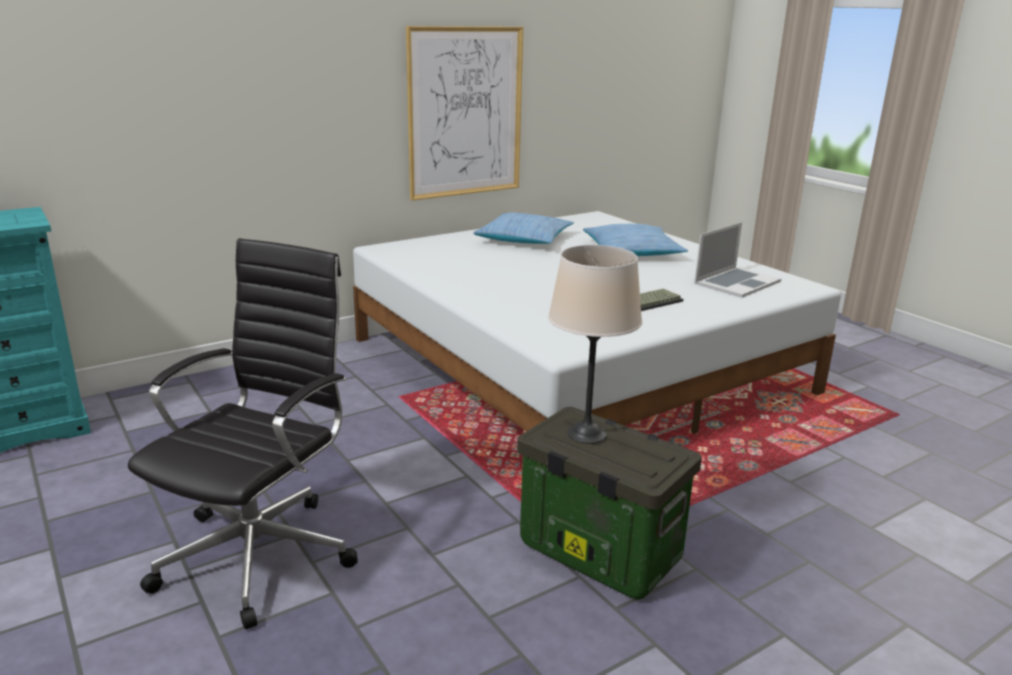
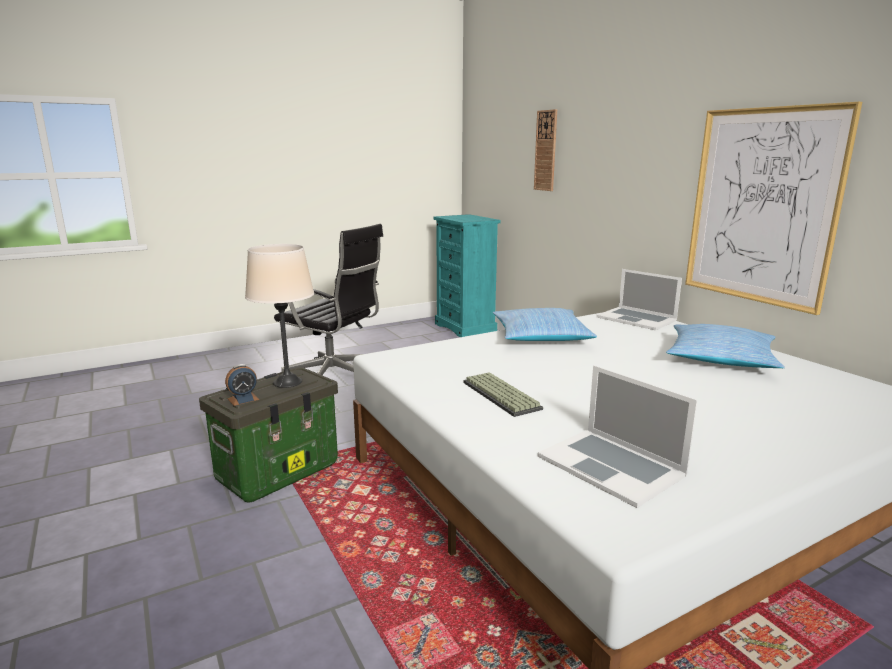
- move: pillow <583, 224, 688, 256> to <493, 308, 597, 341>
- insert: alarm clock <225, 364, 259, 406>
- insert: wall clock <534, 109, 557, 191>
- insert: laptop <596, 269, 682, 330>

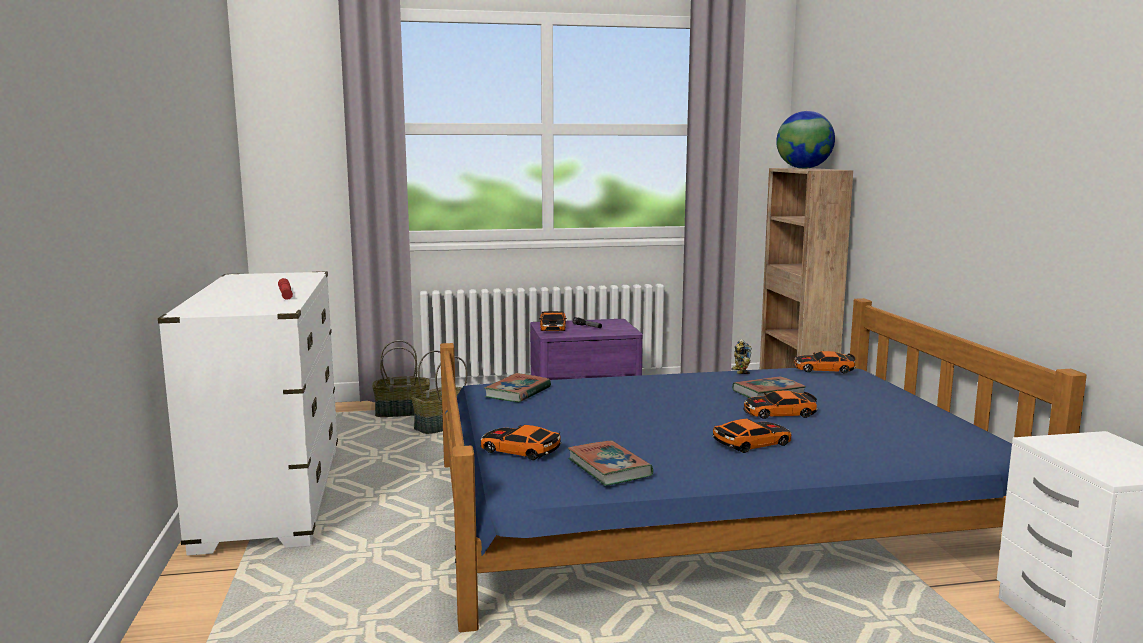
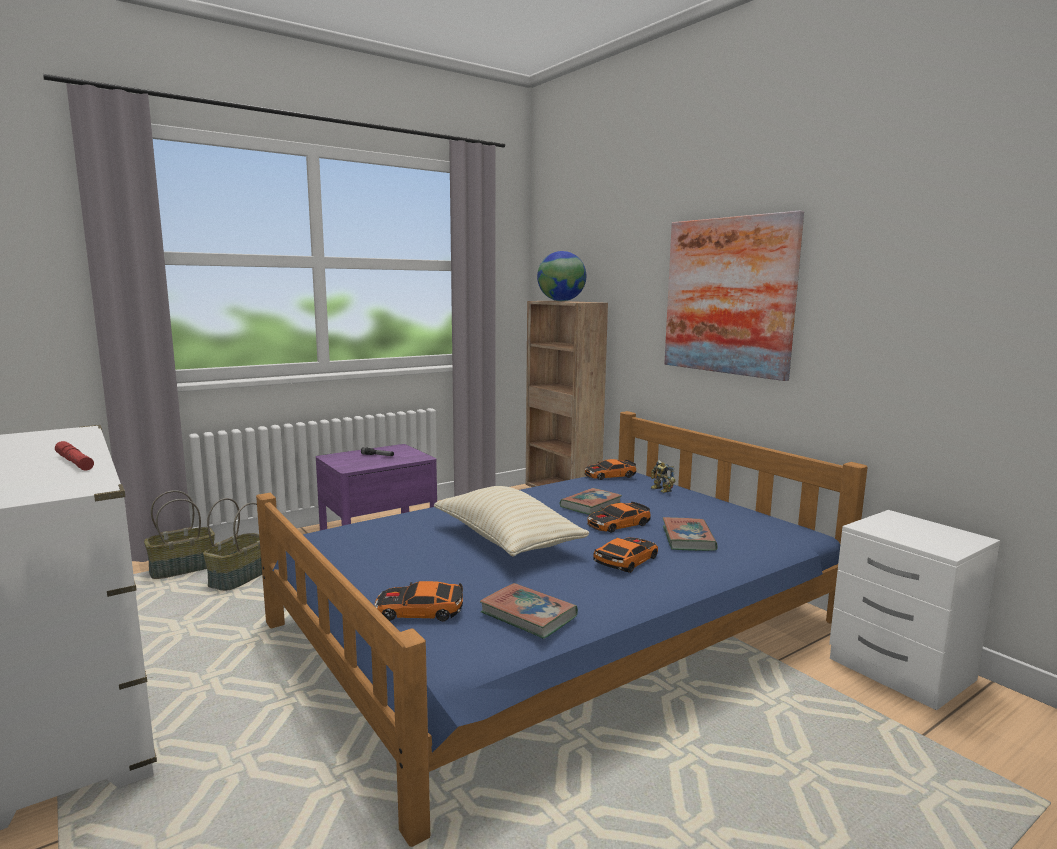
- move: book <484, 373, 551, 402> to <663, 517, 718, 551>
- delete: toy car <539, 311, 567, 331>
- move: toy robot <732, 339, 752, 374> to <651, 460, 676, 493>
- insert: beige pillow <434, 486, 590, 557>
- insert: picture <664, 211, 804, 381>

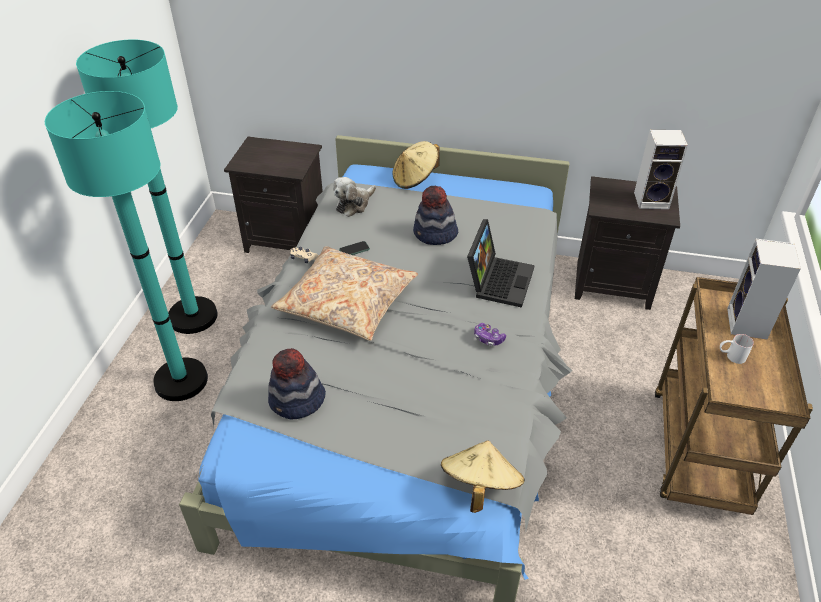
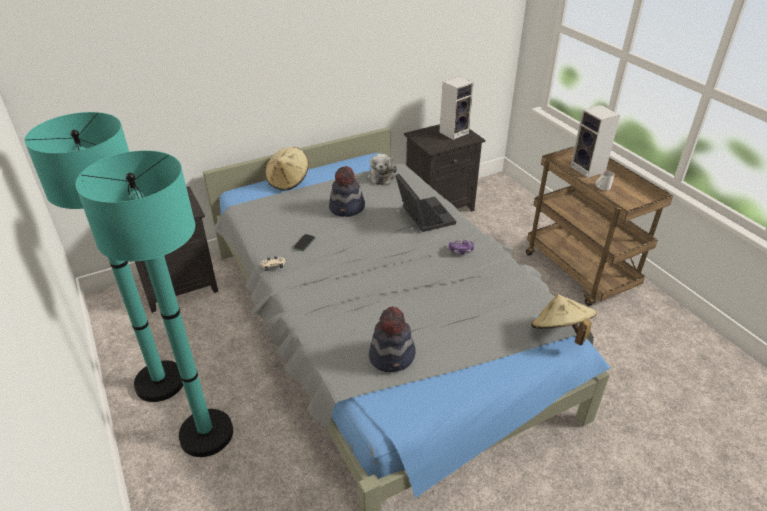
- delete: beige pillow <271, 246, 418, 341>
- move: plush toy <333, 177, 376, 217> to <368, 154, 397, 185>

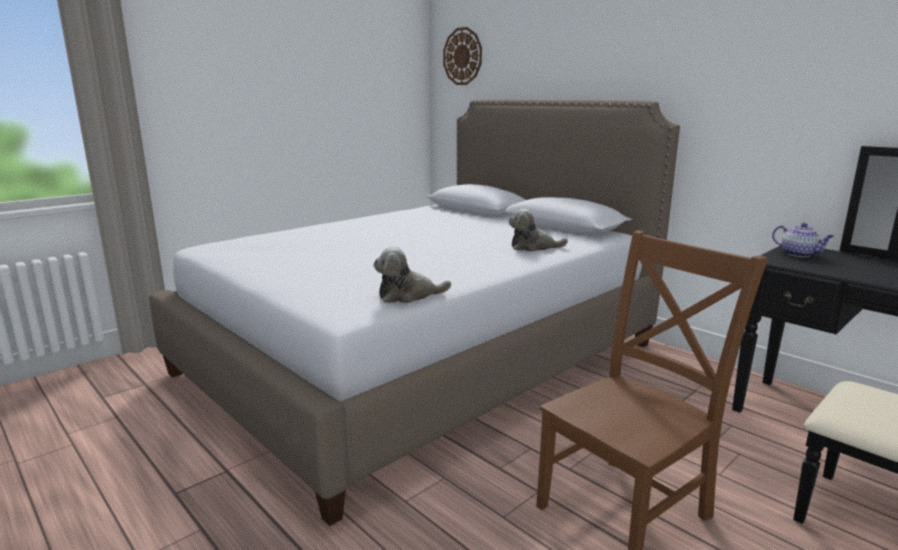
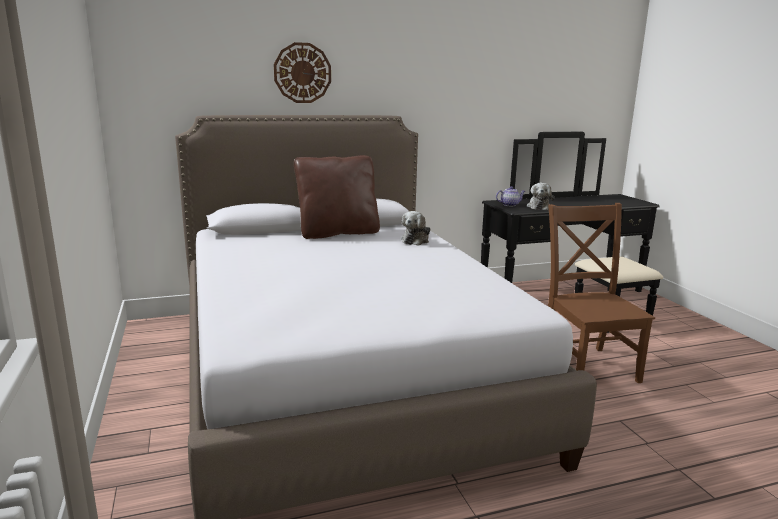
- move: plush toy <373, 246, 451, 303> to <527, 183, 554, 210>
- move: wall clock <443, 27, 482, 85> to <274, 42, 331, 103>
- insert: brown pillow <294, 155, 380, 239>

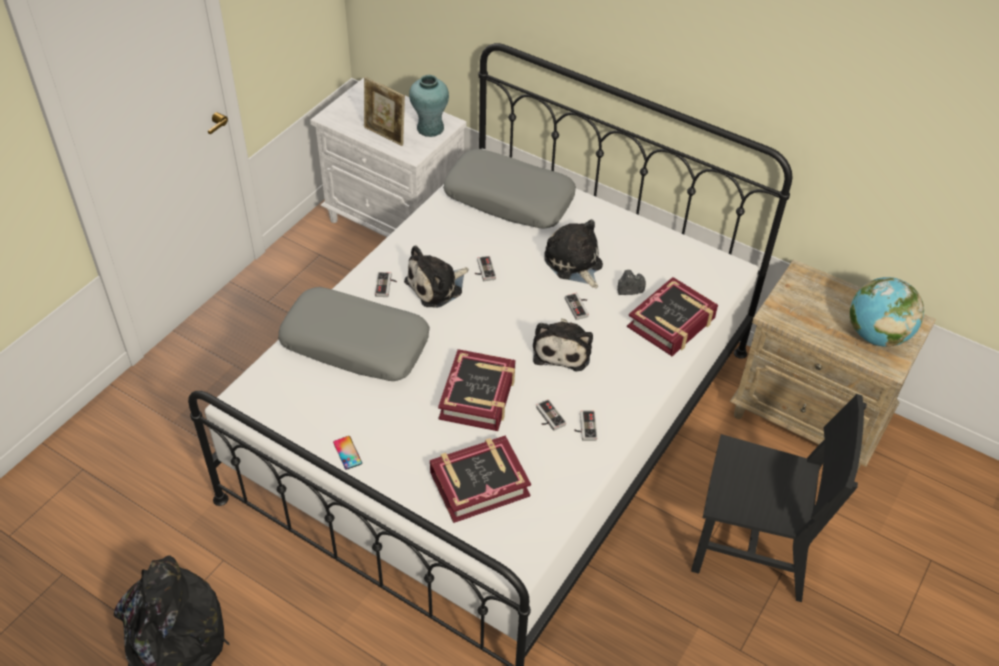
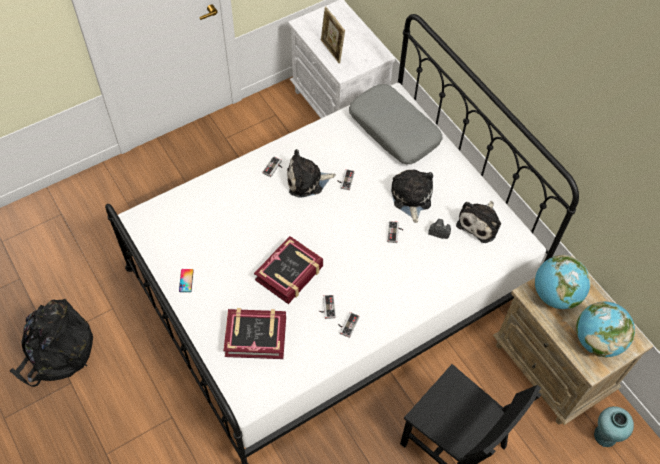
- delete: grey pillow <278, 287, 430, 381>
- move: turquoise vase <409, 75, 449, 137> to <594, 406, 634, 447>
- move: plush toy <533, 318, 593, 371> to <456, 201, 501, 243>
- delete: book <627, 277, 718, 356>
- insert: globe <535, 255, 591, 309>

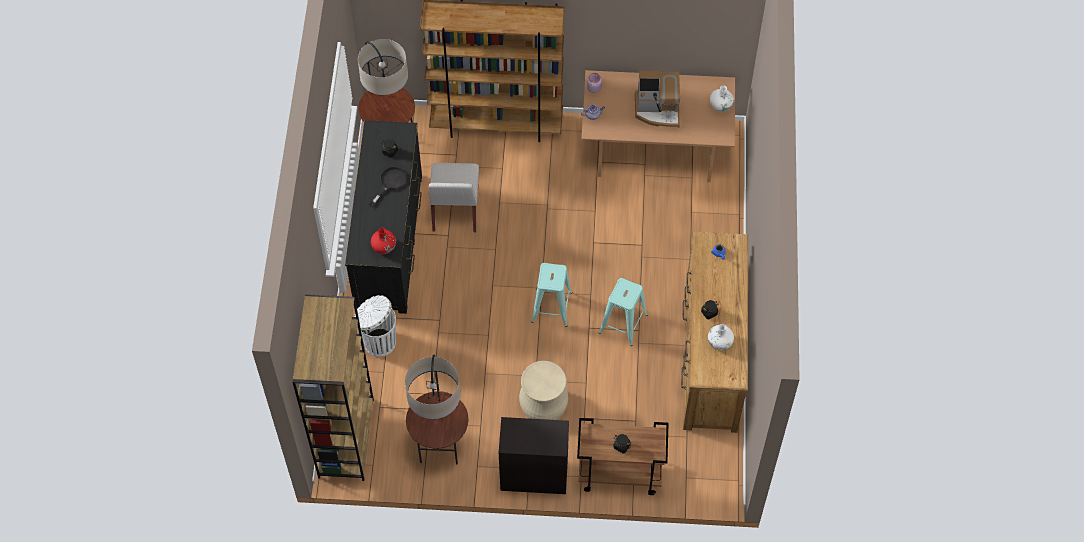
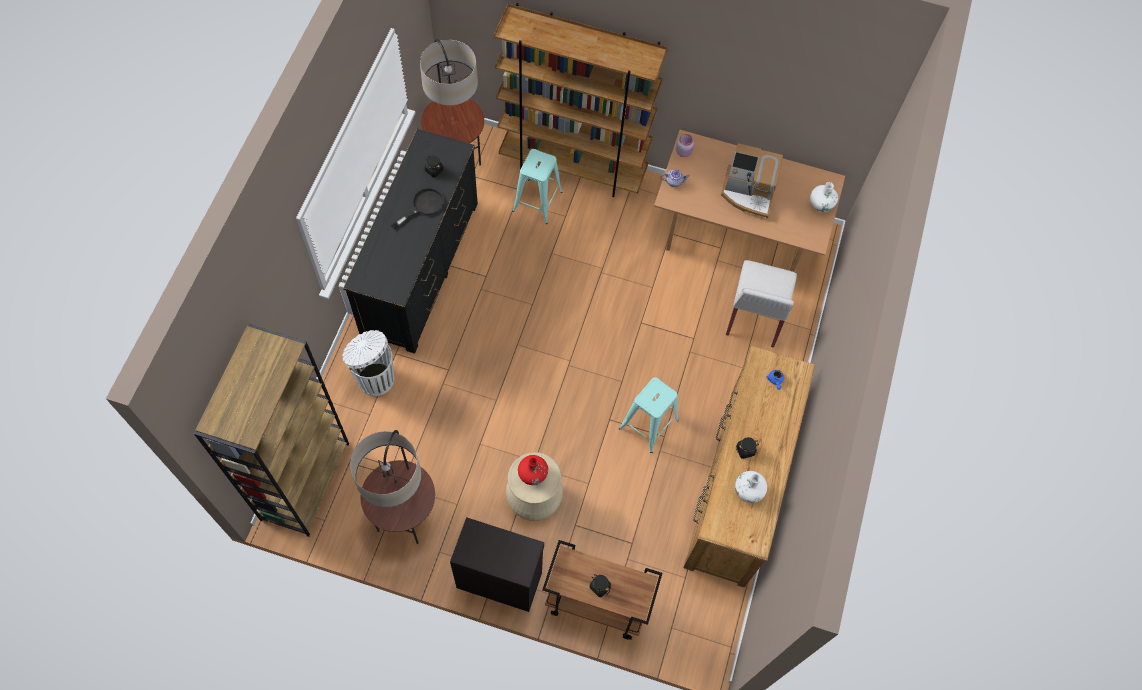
- move: red vase <371, 228, 396, 254> to <518, 455, 548, 485>
- move: white chair <429, 163, 479, 232> to <726, 260, 797, 348>
- move: turquoise stool <531, 263, 572, 327> to <512, 149, 563, 224>

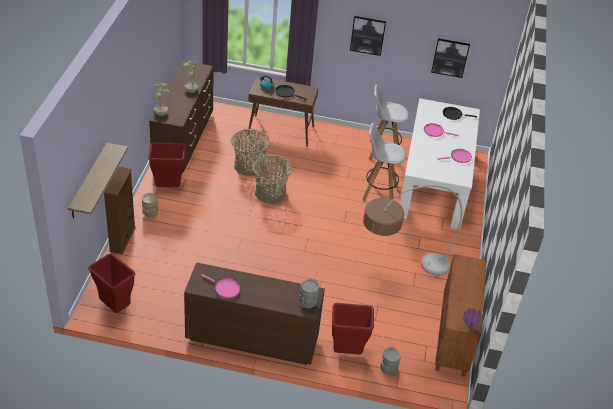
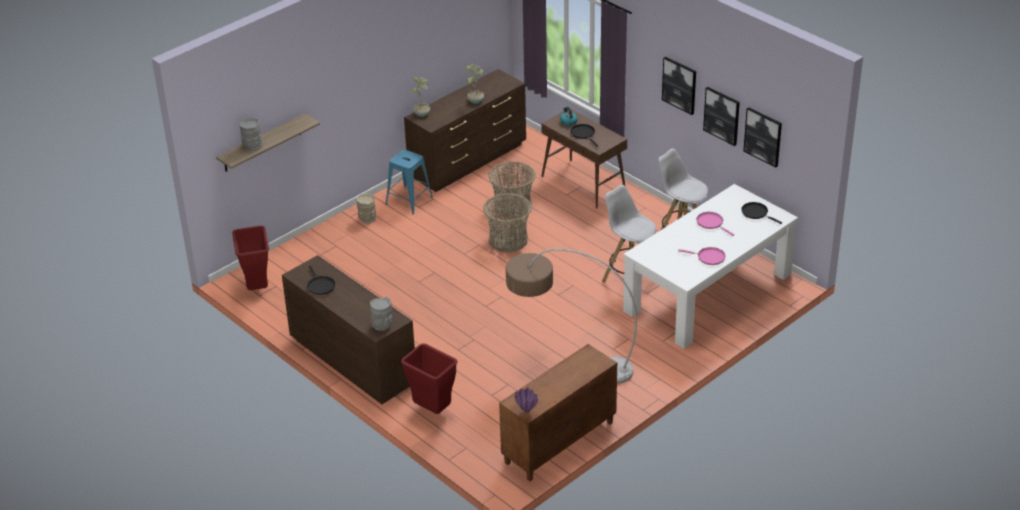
- delete: brown bookcase <104, 167, 136, 254>
- replace: red trash can <148, 142, 186, 187> to blue stool <386, 150, 433, 214>
- recolor: pink frying pan <201, 274, 241, 298> to black frying pan <307, 266, 335, 295>
- move: grey vase <380, 347, 401, 375> to <239, 118, 262, 151>
- insert: picture <703, 87, 740, 146>

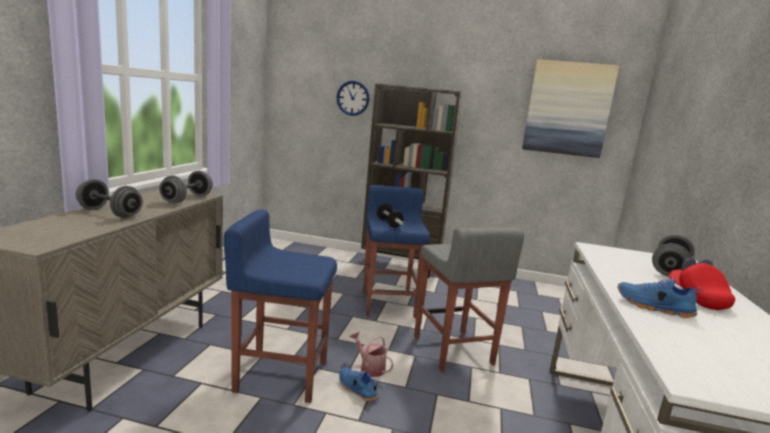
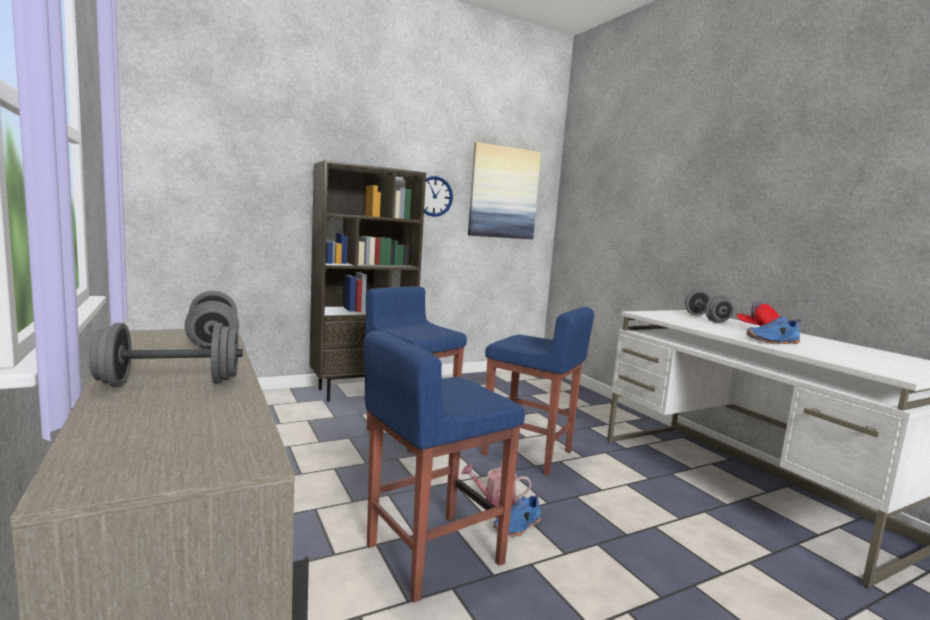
- move: wall clock <337, 81, 369, 116> to <424, 176, 453, 217>
- rotate: blue shoe <339, 367, 378, 401> = <493, 493, 541, 536> 45 degrees counterclockwise
- delete: dumbbell <377, 204, 404, 228>
- recolor: grey stool <414, 228, 524, 372> to blue stool <481, 307, 594, 476>

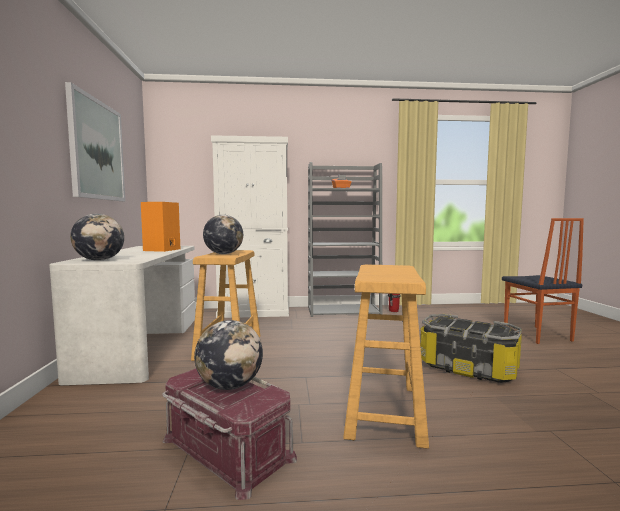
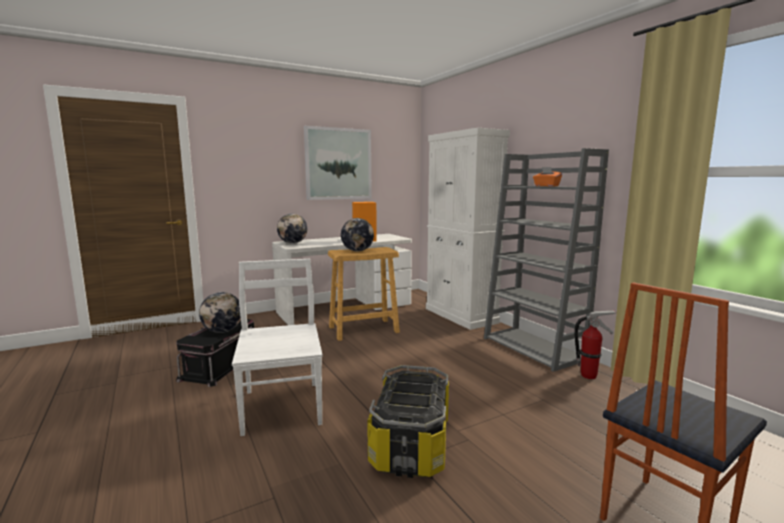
- recolor: red storage box <162, 368, 297, 500> to black storage box <176, 319, 254, 387>
- replace: beige stool <343, 264, 429, 449> to white chair <232, 259, 323, 436>

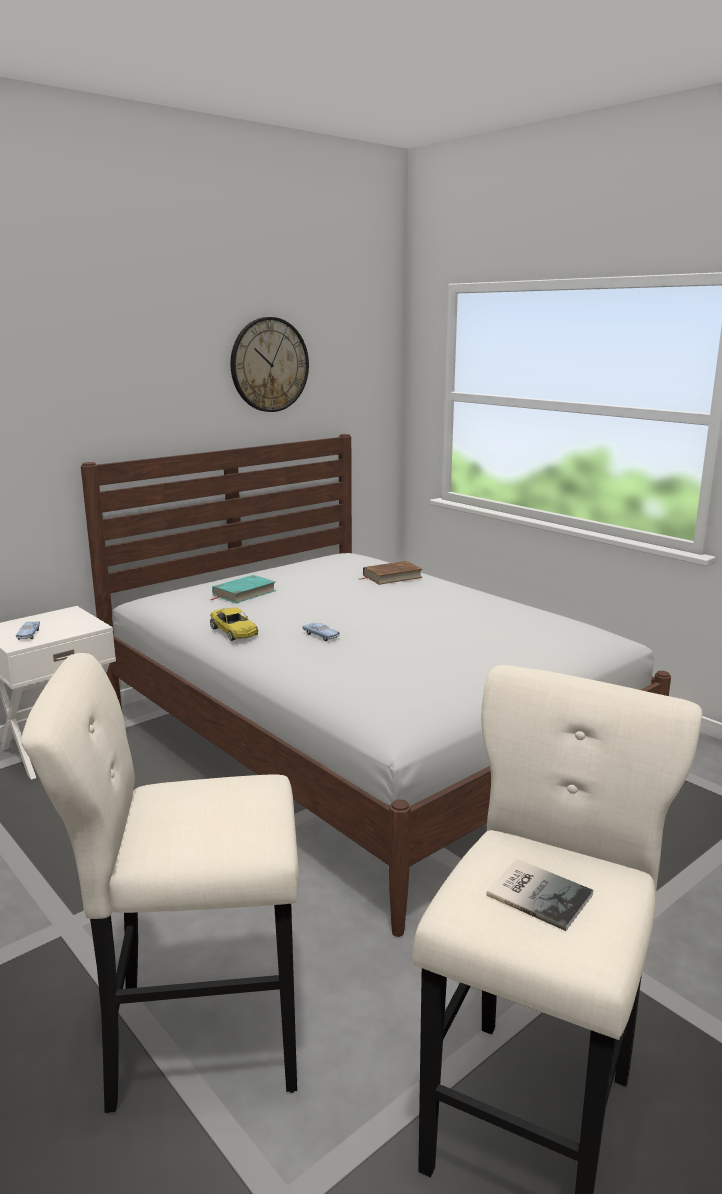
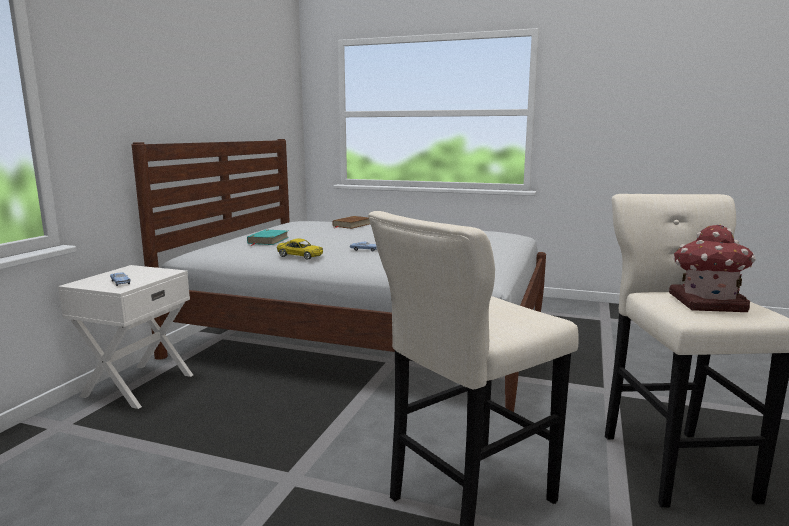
- delete: wall clock <230, 317, 309, 412>
- replace: book <487, 859, 593, 931> to toy house <669, 224, 756, 312>

